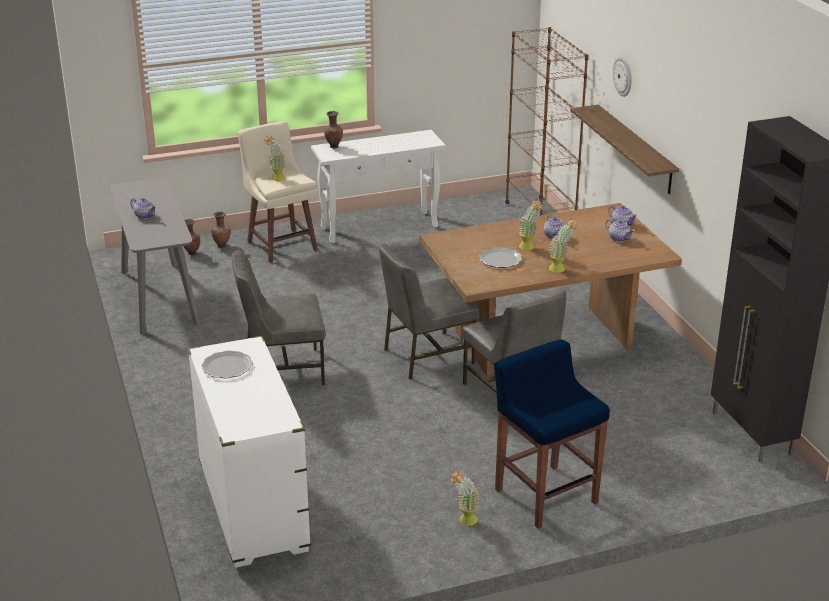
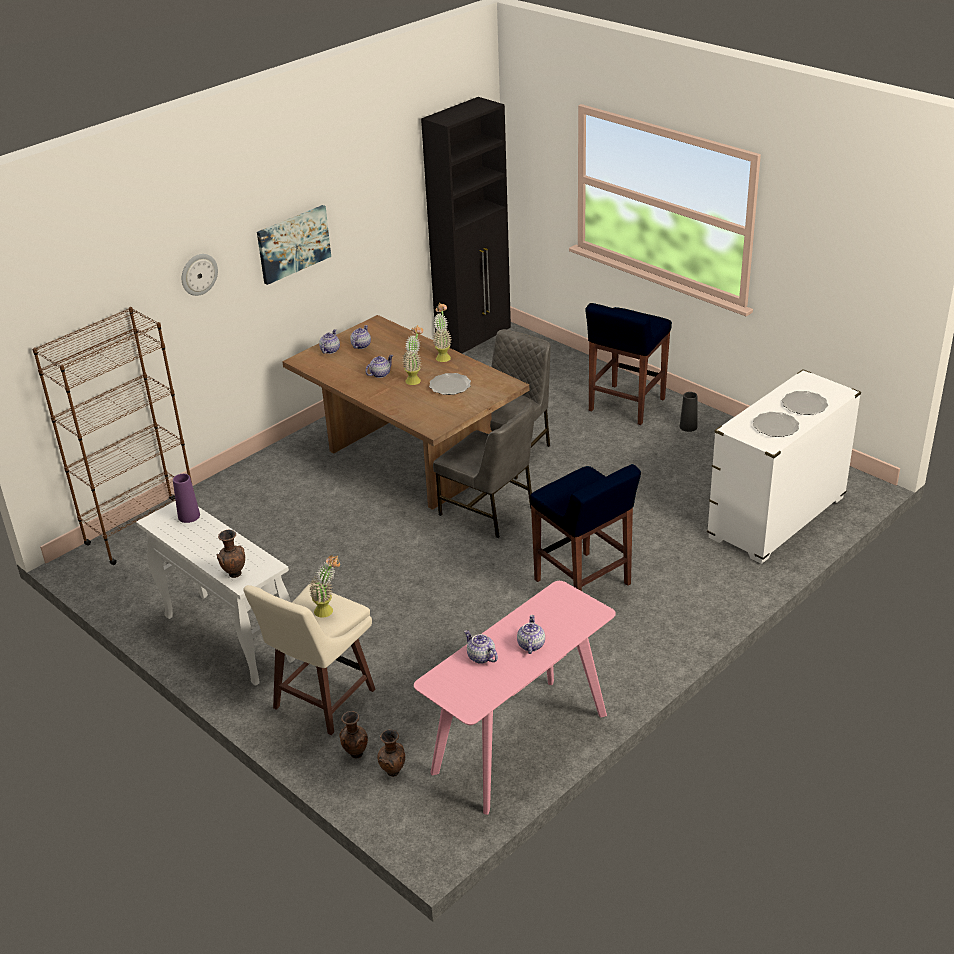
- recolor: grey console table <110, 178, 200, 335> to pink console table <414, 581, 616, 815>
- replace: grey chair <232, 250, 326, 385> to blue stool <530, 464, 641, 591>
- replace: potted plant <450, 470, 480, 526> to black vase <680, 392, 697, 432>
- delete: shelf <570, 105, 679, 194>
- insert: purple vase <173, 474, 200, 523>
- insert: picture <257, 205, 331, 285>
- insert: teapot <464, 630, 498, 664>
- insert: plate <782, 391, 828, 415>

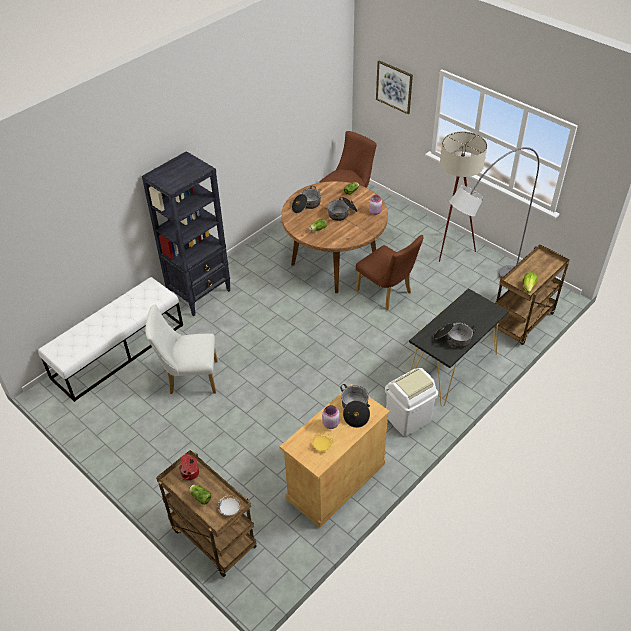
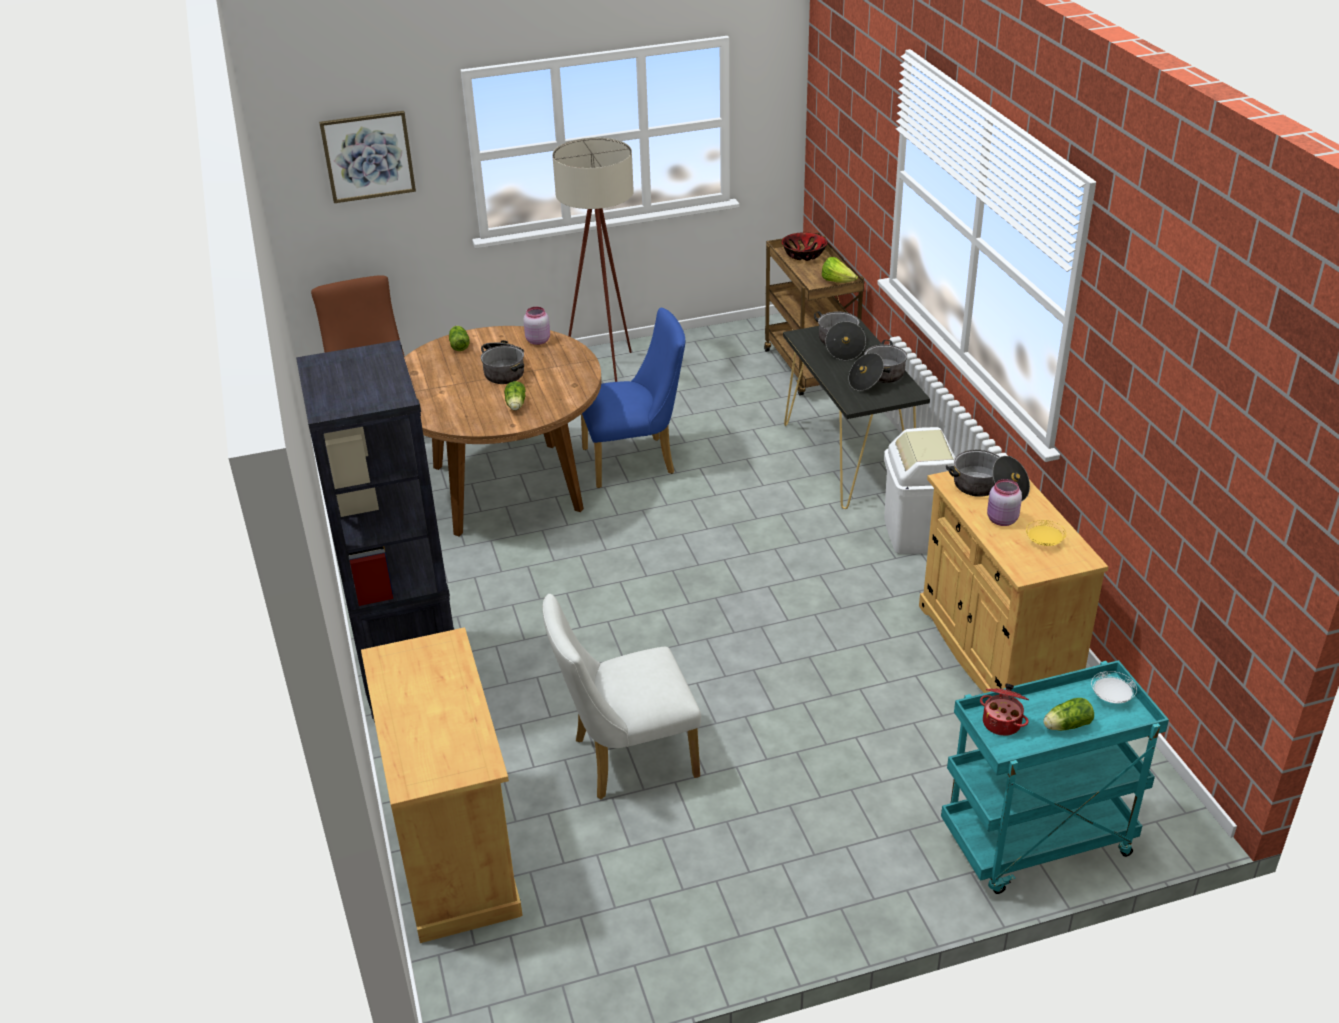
- replace: white bench <38, 277, 183, 402> to beige cabinet <361, 627, 523, 943>
- rotate: white chair <146, 304, 218, 394> = <543, 594, 701, 800> 45 degrees clockwise
- recolor: brown cart <156, 450, 257, 577> to turquoise cart <941, 660, 1169, 894>
- move: cooking pot <292, 186, 321, 213> to <814, 311, 866, 361>
- recolor: brown chair <356, 235, 424, 310> to blue chair <581, 308, 685, 488>
- delete: grey floor lamp <449, 147, 539, 279>
- insert: bowl <782, 232, 828, 261>

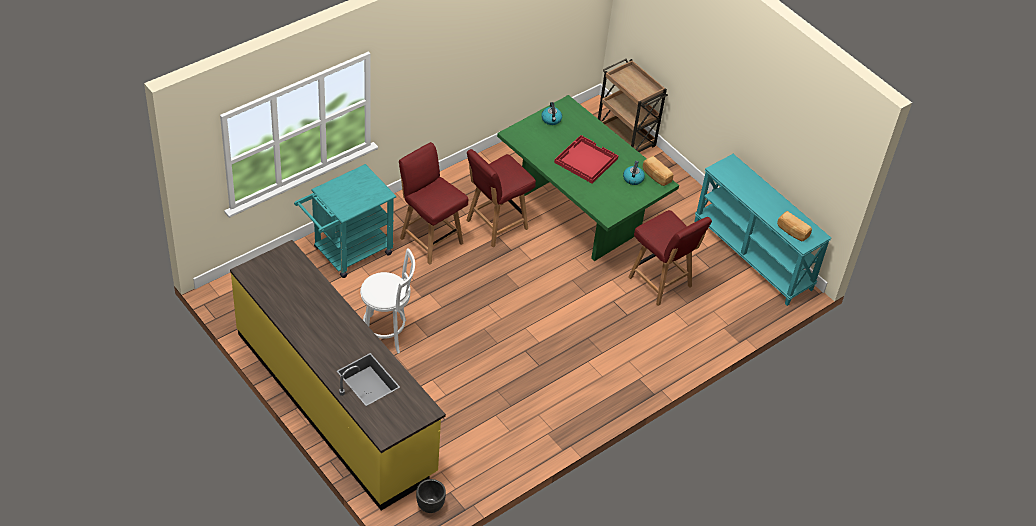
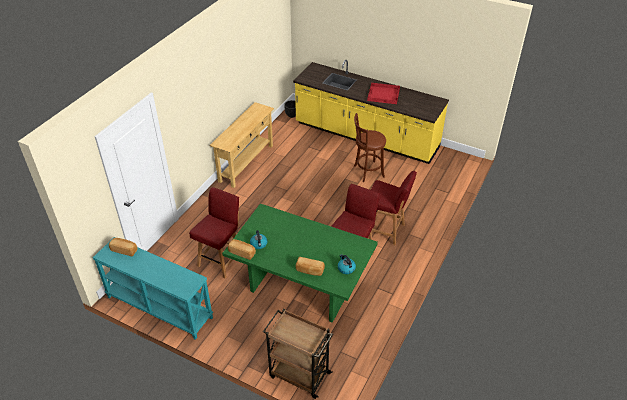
- delete: turquoise cart <294, 164, 397, 278>
- recolor: white stool <360, 248, 415, 354> to brown stool <354, 113, 386, 182>
- move: red tray <554, 135, 619, 184> to <367, 83, 400, 104>
- rotate: red chair <629, 210, 712, 306> = <189, 187, 239, 278> 90 degrees clockwise
- insert: beige console table <209, 102, 274, 188>
- insert: bread <295, 257, 325, 276>

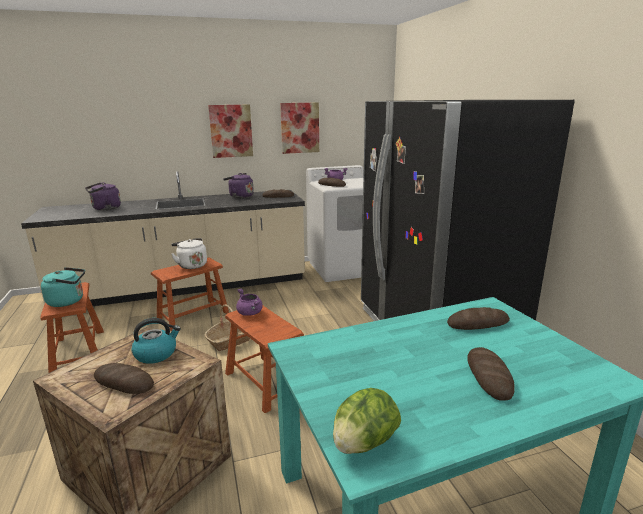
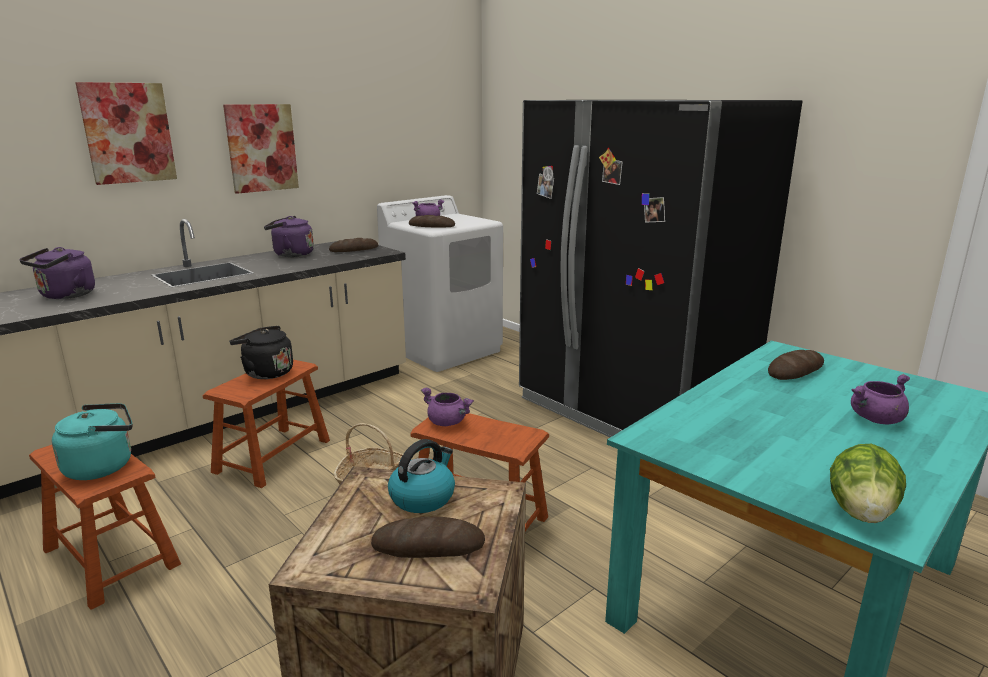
- recolor: white kettle <171, 238, 207, 269> to black kettle <229, 326, 293, 379>
- move: picture <280, 103, 319, 154> to <75, 82, 177, 185>
- replace: bread <467, 347, 515, 401> to purple cooking pot <851, 374, 910, 424>

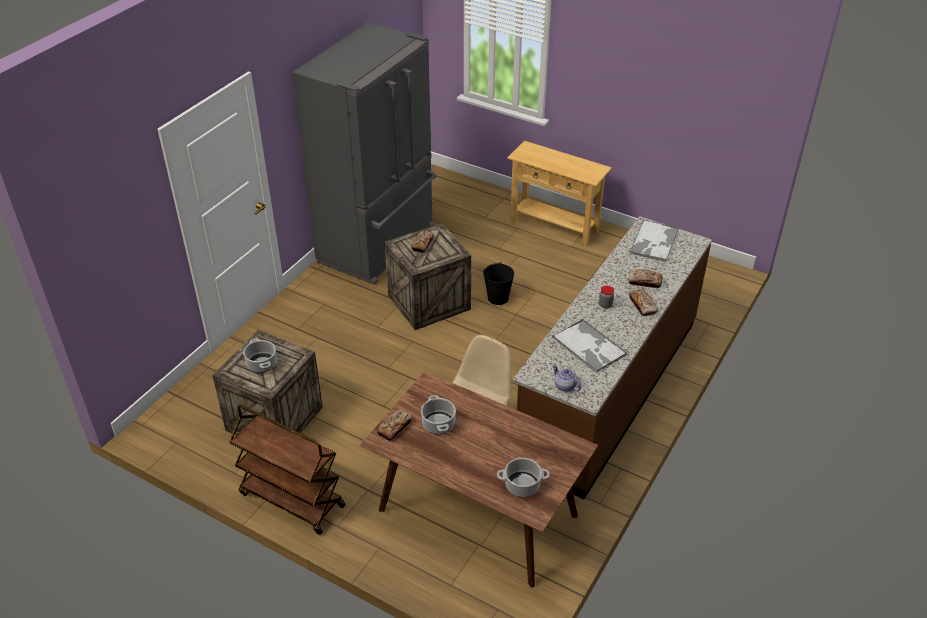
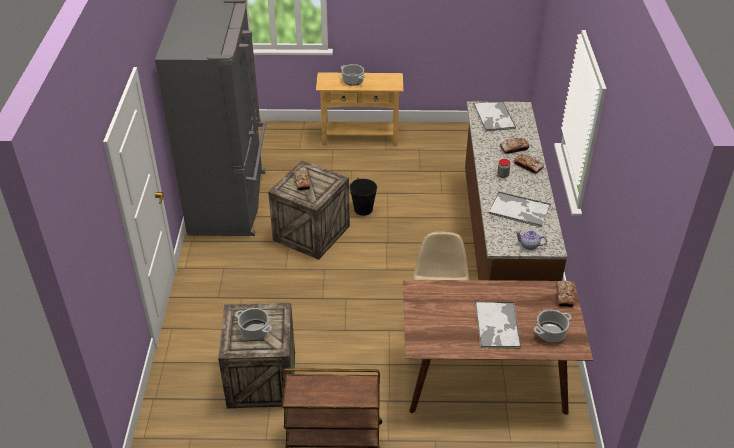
- move: bread <377, 410, 412, 442> to <556, 280, 575, 308>
- move: cooking pot <421, 395, 456, 434> to <341, 64, 365, 86>
- insert: tray <475, 302, 521, 349>

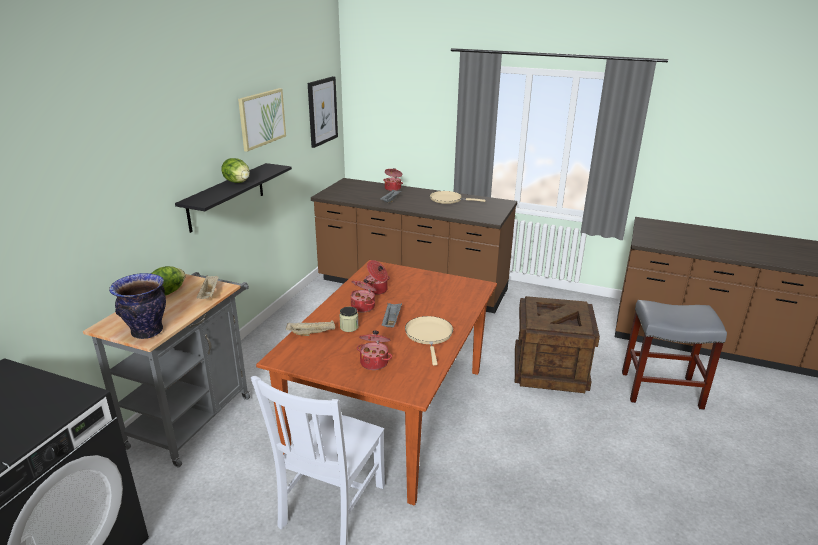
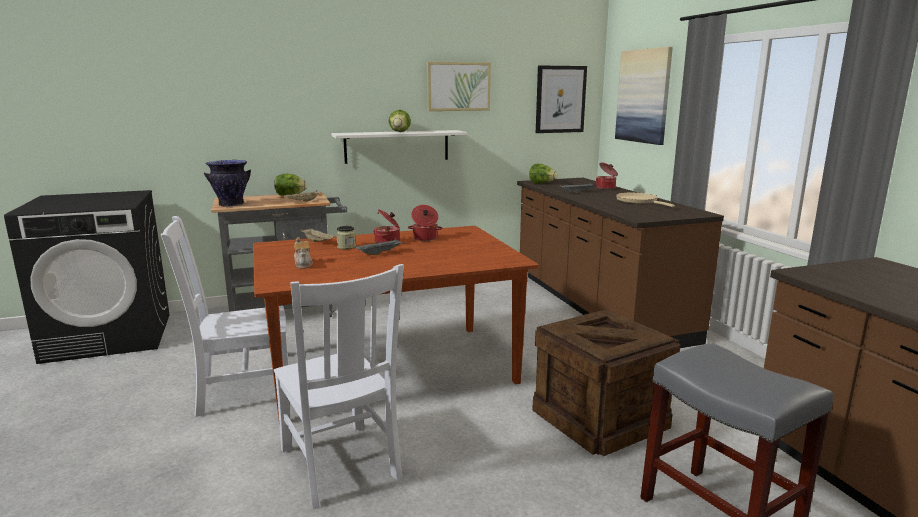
- recolor: black shelf <175, 163, 292, 233> to white shelf <332, 130, 467, 164>
- replace: cooking pot <357, 330, 392, 370> to teapot <294, 237, 313, 269>
- delete: beige frying pan <405, 316, 453, 365>
- insert: white chair <274, 264, 404, 509>
- insert: lettuce <529, 164, 557, 184>
- insert: picture <615, 47, 673, 145>

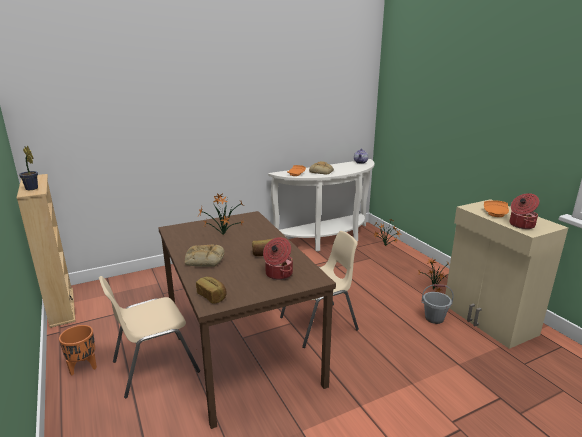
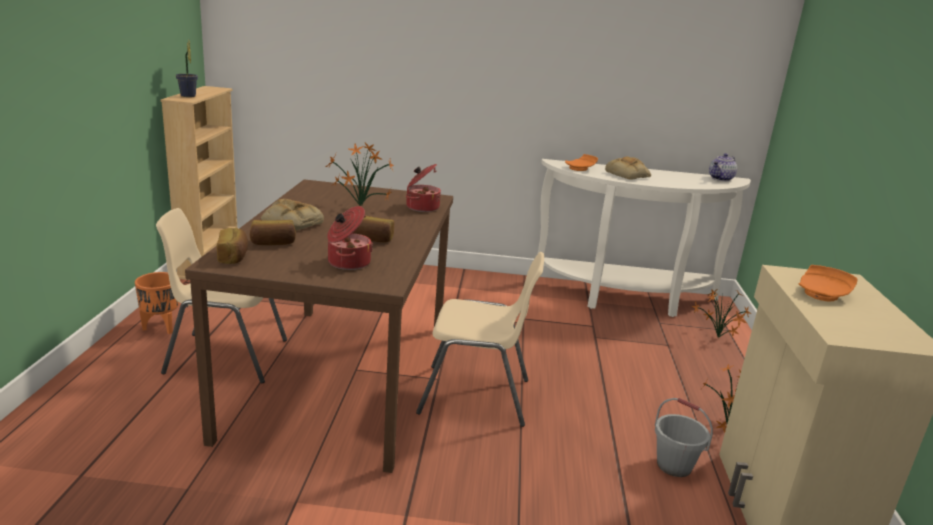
- move: cooking pot <509, 193, 539, 229> to <406, 164, 441, 212>
- insert: bread <250, 220, 296, 245>

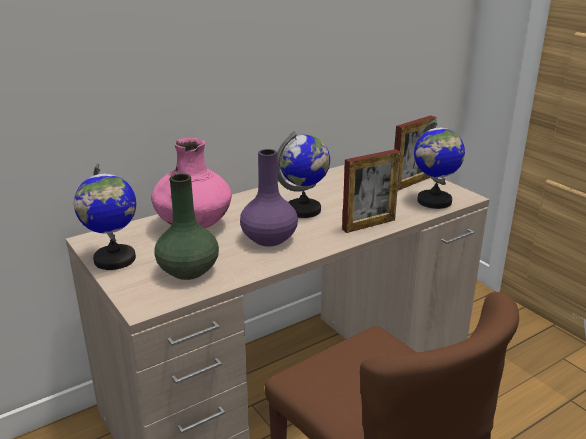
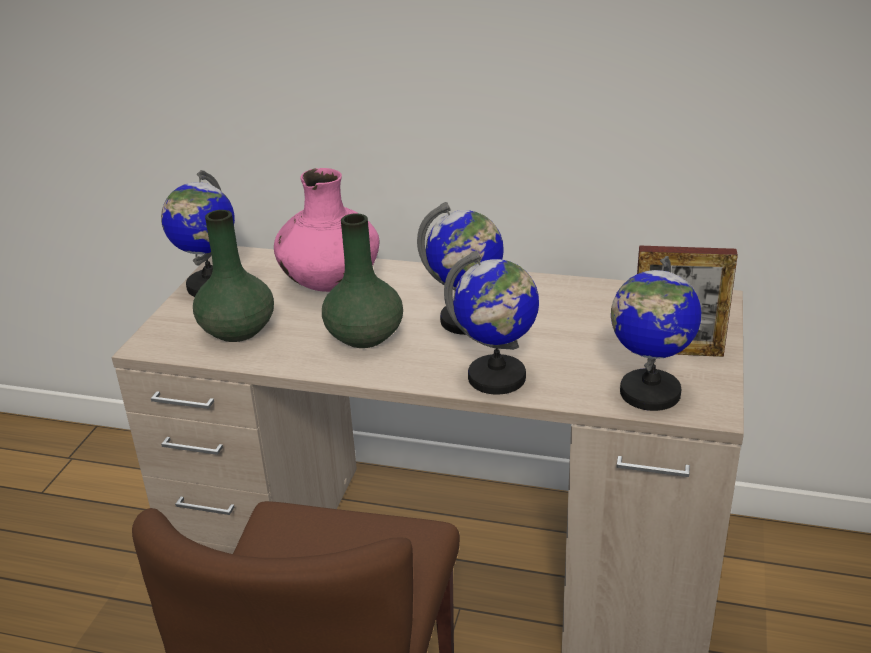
- recolor: purple vase <240, 149, 298, 246> to green vase <322, 213, 403, 348>
- replace: picture frame <342, 149, 401, 233> to globe <444, 250, 539, 395>

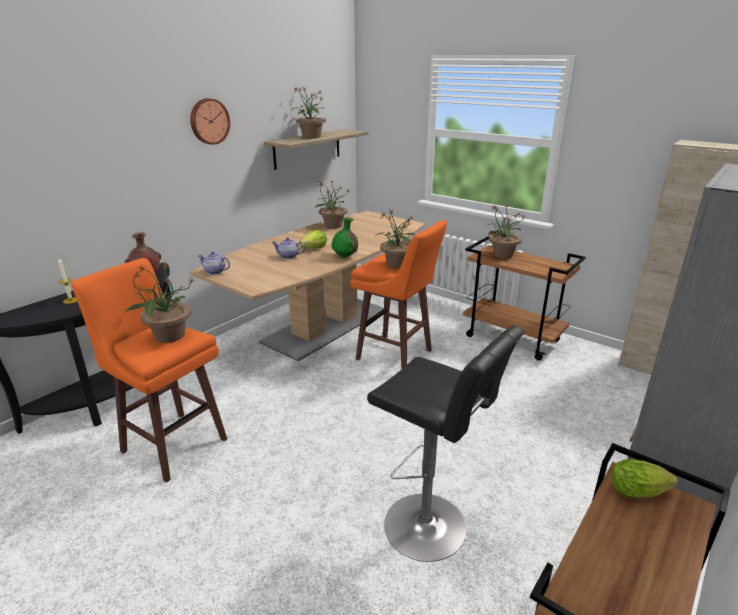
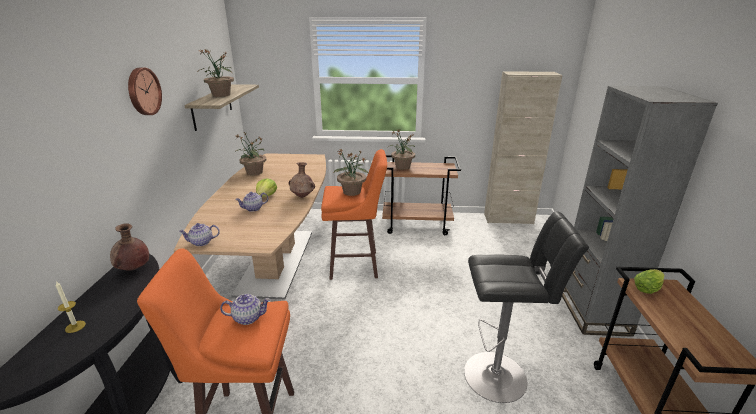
- replace: potted plant <125, 261, 194, 343> to teapot <220, 294, 271, 325>
- recolor: green vase <332, 217, 358, 258> to brown vase <288, 162, 315, 198>

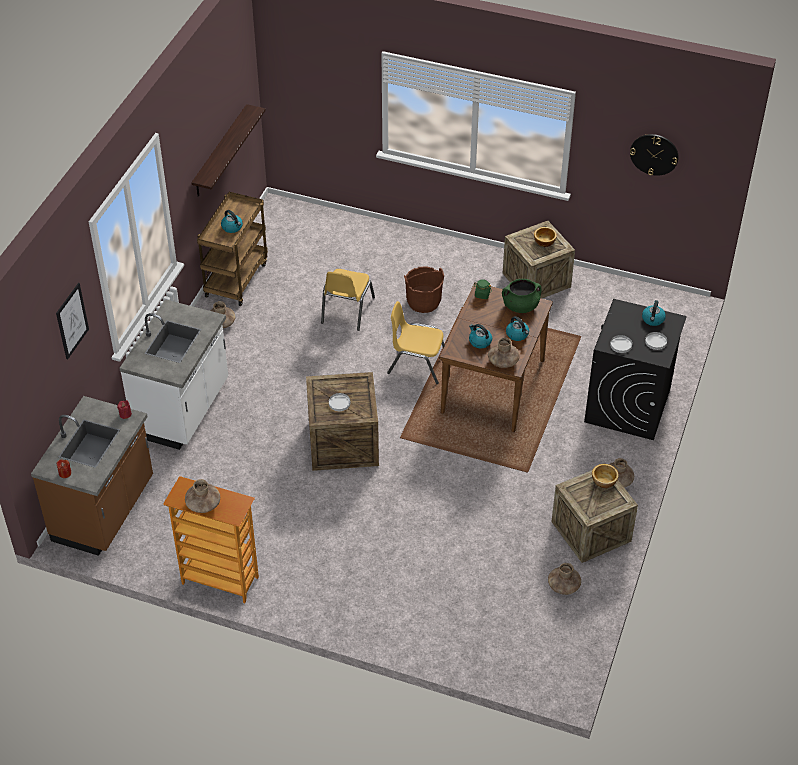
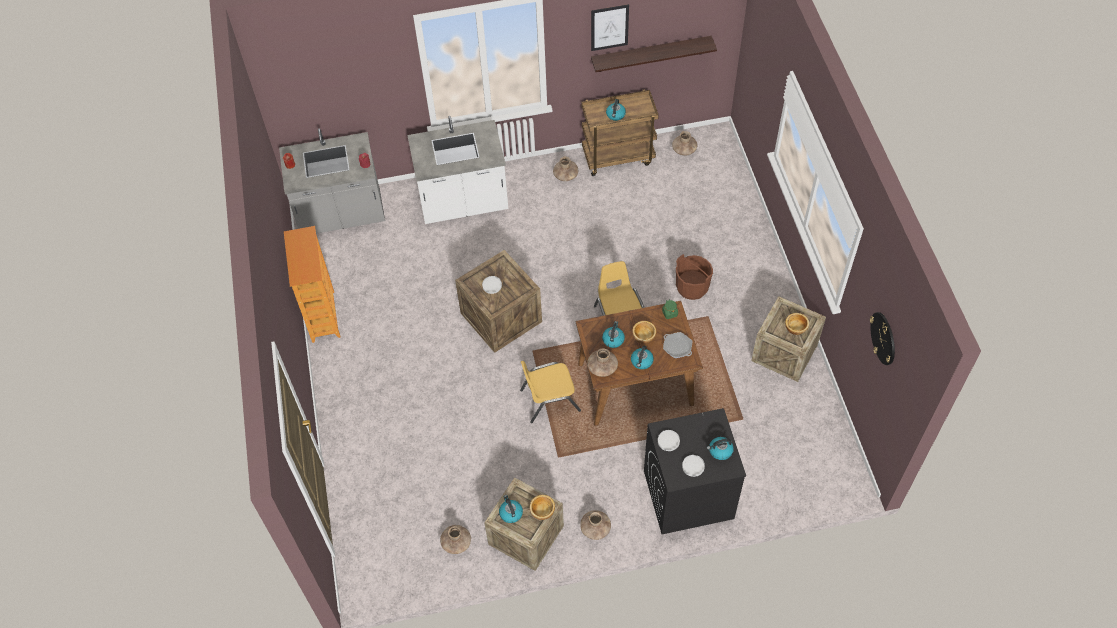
- recolor: brown counter <31, 396, 153, 556> to grey counter <279, 128, 385, 234>
- move: picture <56, 283, 89, 360> to <591, 4, 629, 51>
- move: brown vase <185, 479, 220, 513> to <672, 131, 697, 155>
- move: yellow chair <321, 269, 375, 331> to <520, 361, 581, 423>
- replace: green cooking pot <502, 279, 542, 313> to frying pan <663, 332, 692, 358>
- insert: kettle <499, 495, 523, 523>
- insert: bowl <632, 321, 656, 344>

